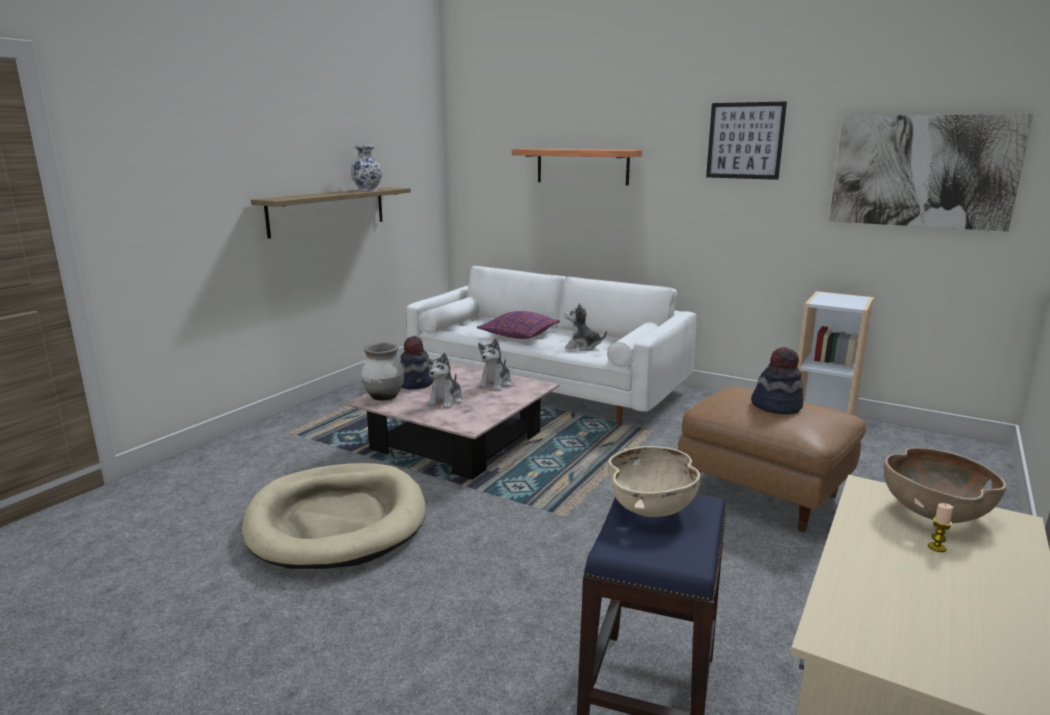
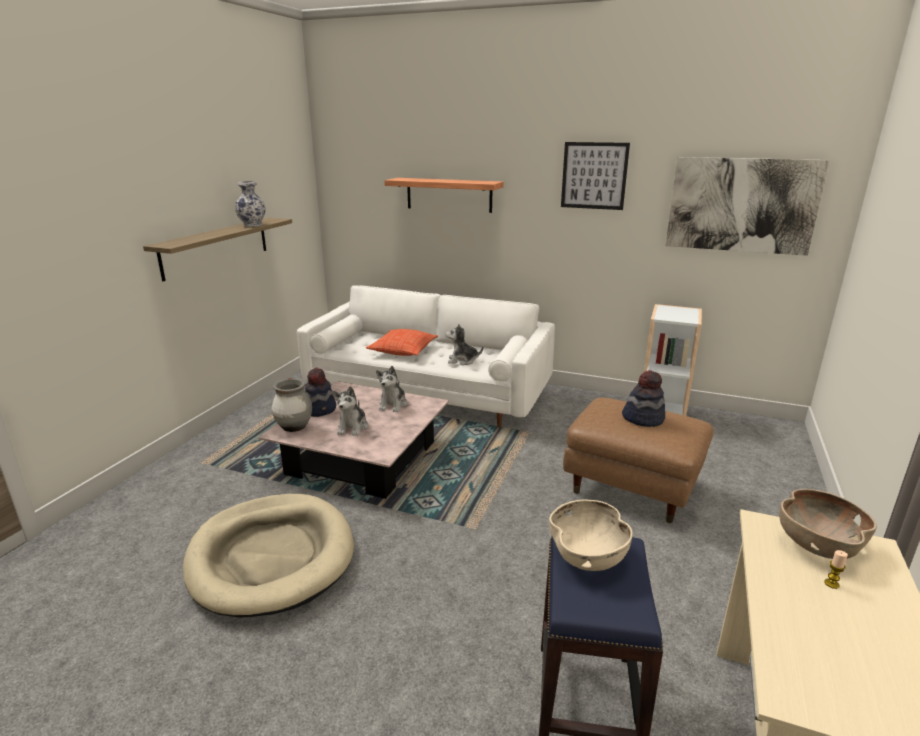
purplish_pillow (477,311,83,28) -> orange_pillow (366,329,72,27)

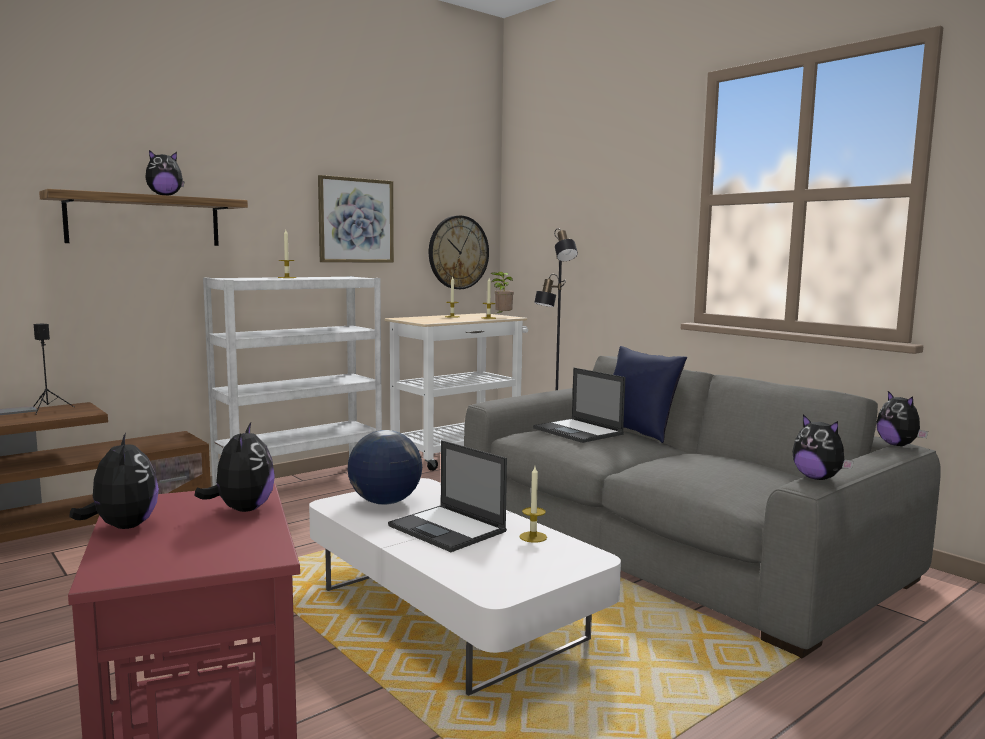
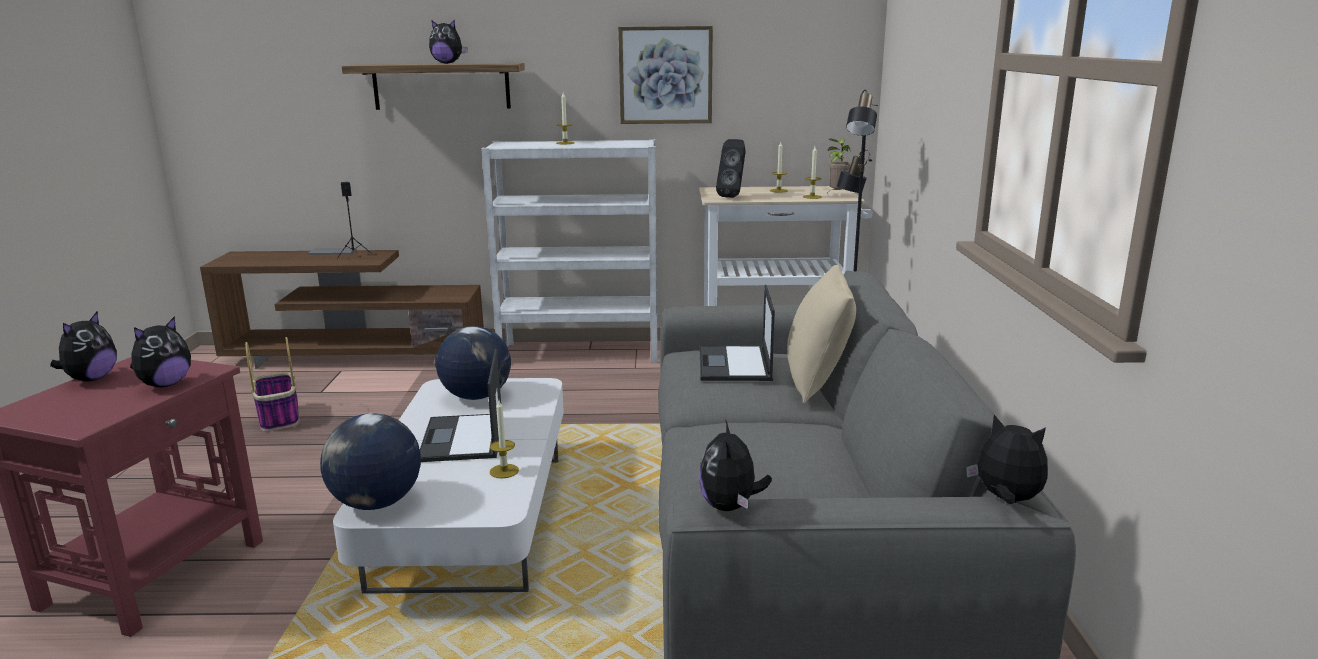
hanging_clock (429,215,60,74) -> none
none -> basket (245,337,54,95)
none -> desk_globe (320,413,101,97)
none -> black_audio_speaker (716,139,30,59)
bluish_pillow (613,346,74,97) -> beige-coloured_pillow (787,265,69,139)
soft_toy (876,391,52,55) -> soft_toy (966,415,82,89), 105 degrees clockwise

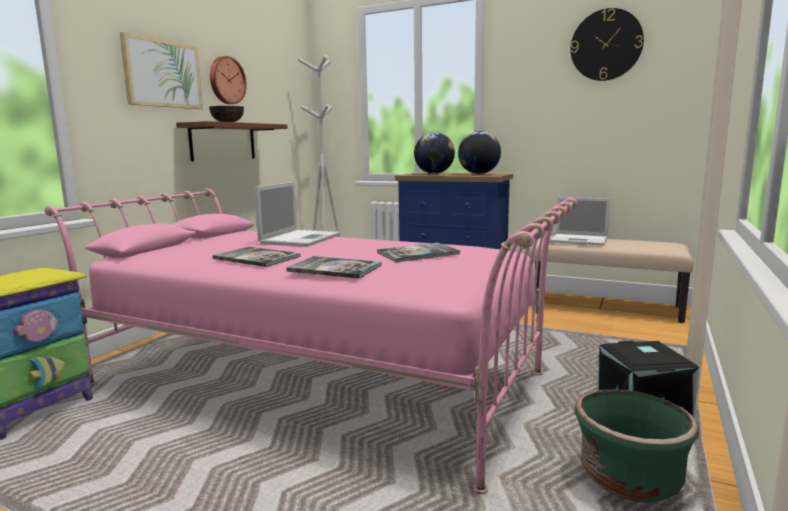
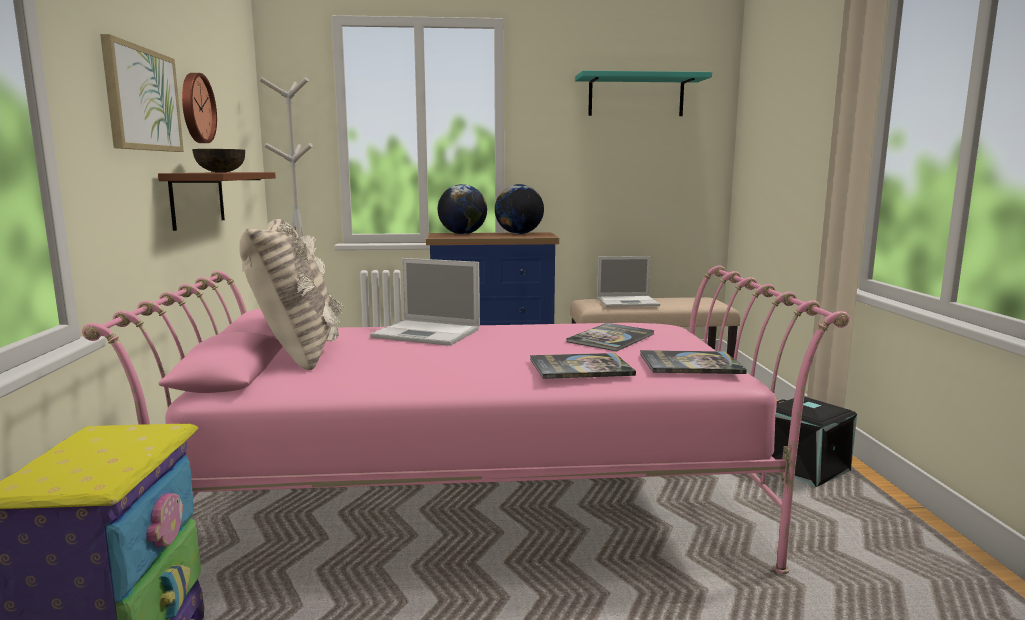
green-coloured_planter (574,389,125,114) -> none
none -> beige-coloured_pillow (239,219,106,151)
book (212,247,89,20) -> book (640,350,107,24), relocated
hanging_clock (570,8,74,73) -> turquoise_bracket_shelf (575,71,137,45)
laptop (254,182,86,65) -> laptop (370,258,110,88), 120 degrees clockwise

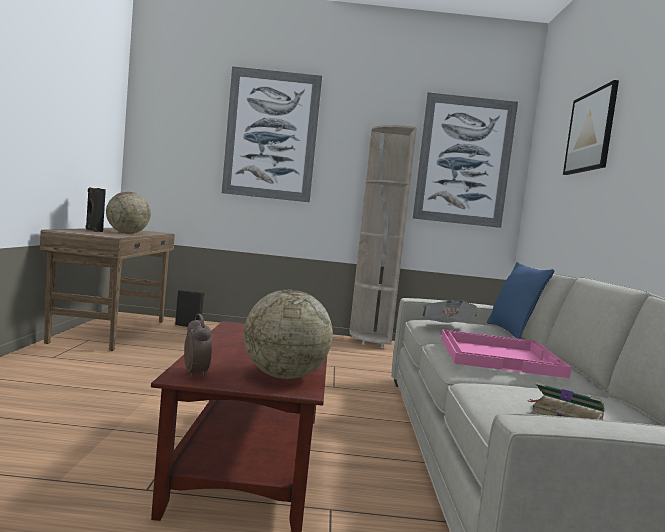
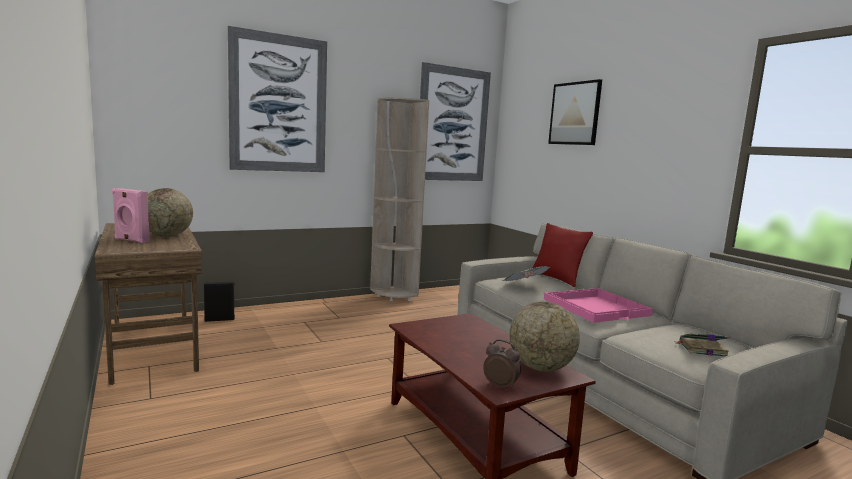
black_audio_speaker (86,188,20,44) -> pink-coloured_audio_speaker (112,188,38,55)
bluish_pillow (487,262,68,77) -> reddish_pillow (532,223,61,64)

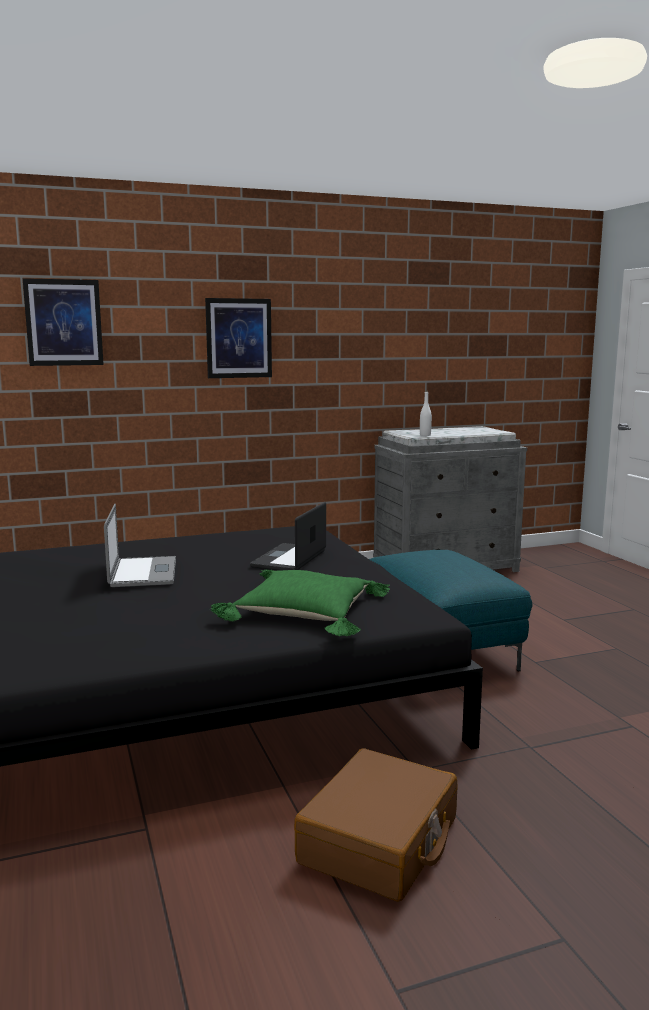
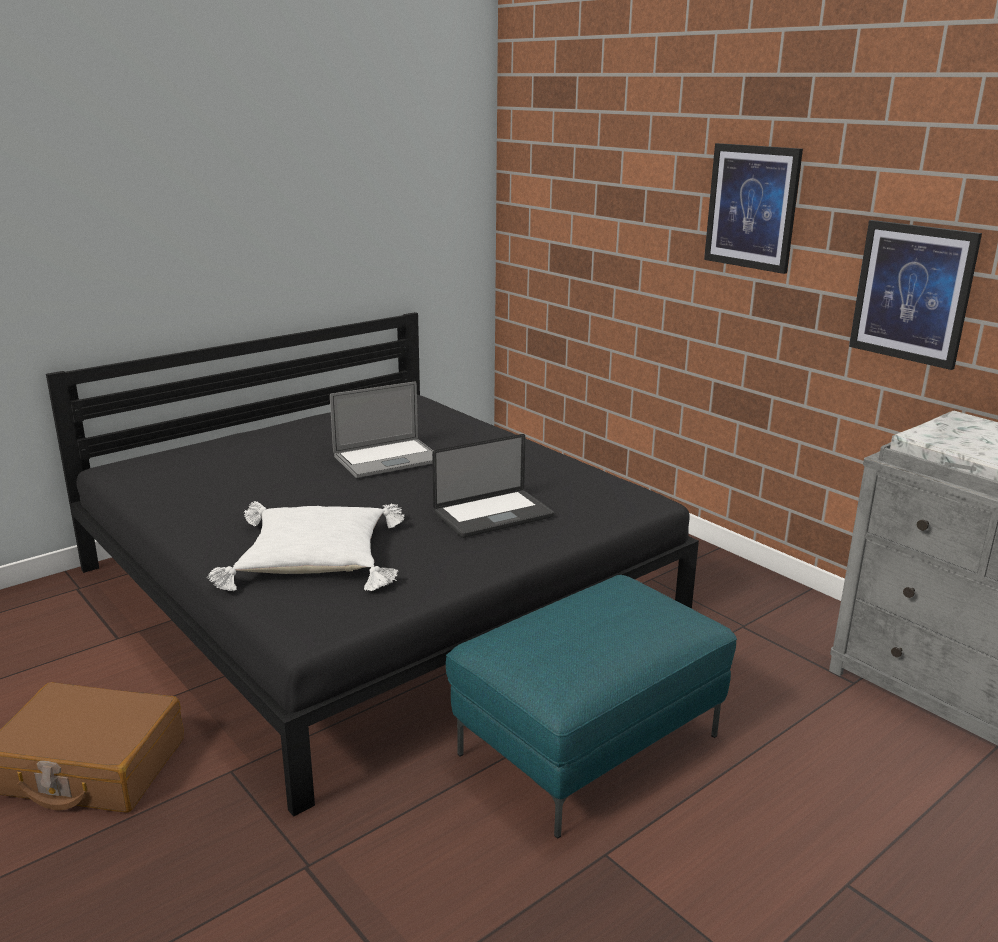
white_beverage_bottle (420,391,12,45) -> none
wall_art (23,278,81,88) -> wall_art (849,220,133,150), relocated
green-coloured_pillow (210,569,180,67) -> white_pillow (207,501,198,91)
laptop (250,502,76,68) -> laptop (432,434,122,104), 150 degrees clockwise

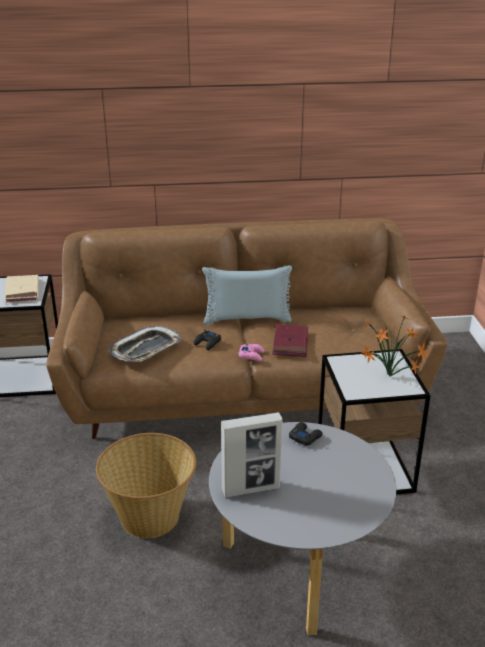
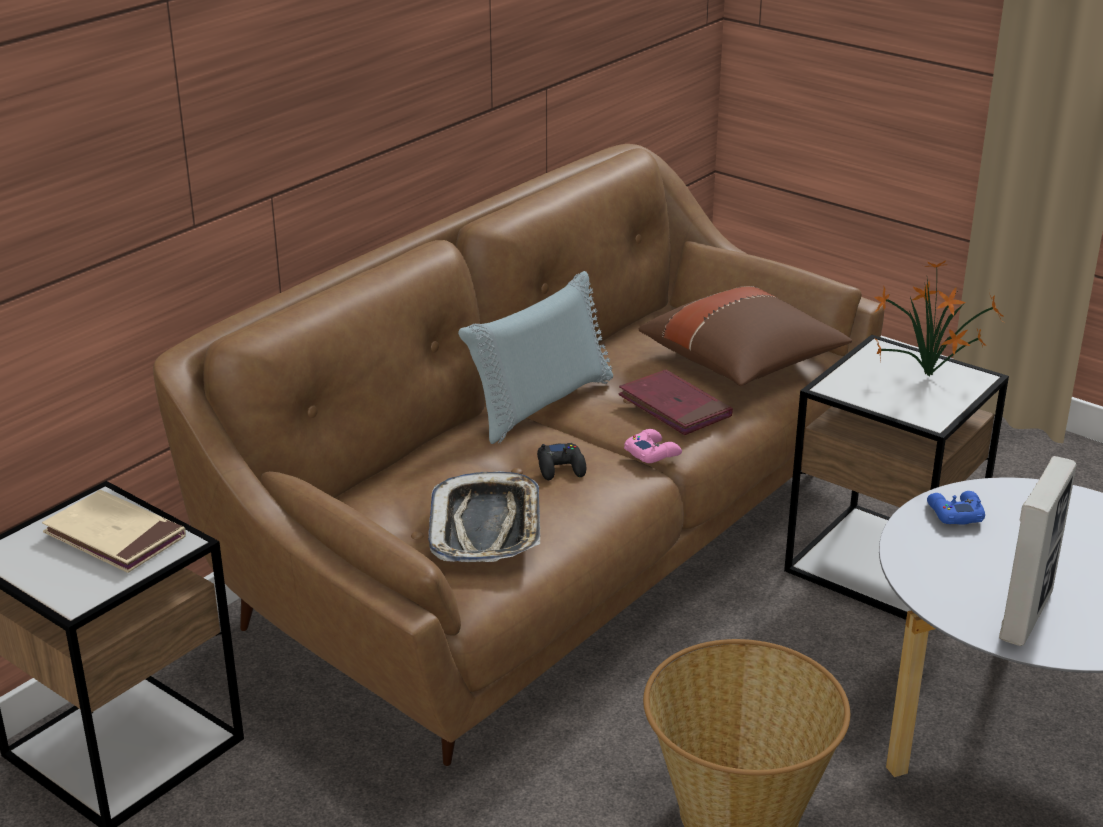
none -> brownish_pillow (639,286,213,100)
black_joypad (289,422,34,24) -> bluish_joypad (927,491,58,34)

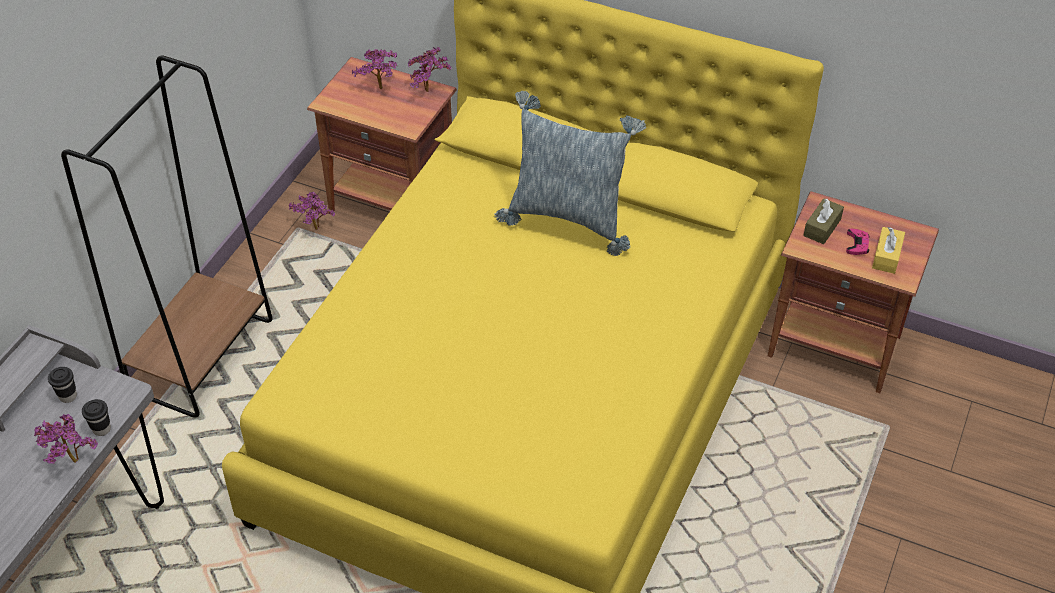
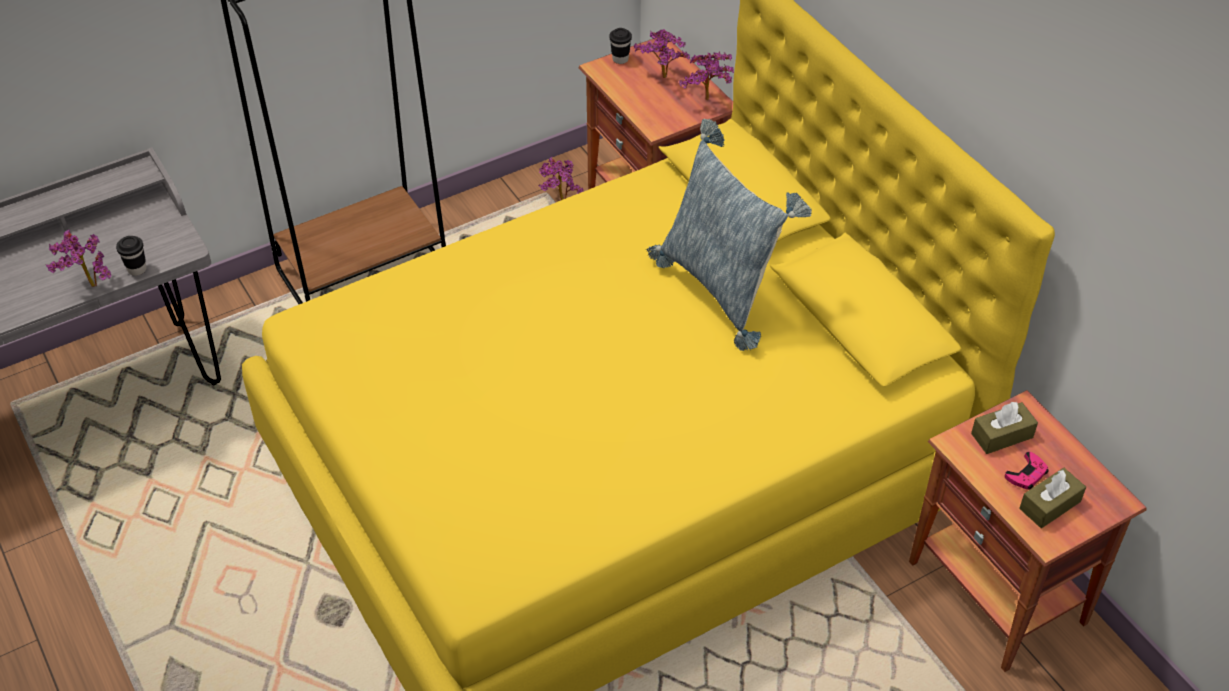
black_drinking_cup (48,367,29,36) -> black_drinking_cup (609,28,23,36), relocated
yellowish_tissue_box (872,227,33,47) -> brownish_tissue_box (1019,468,67,60)

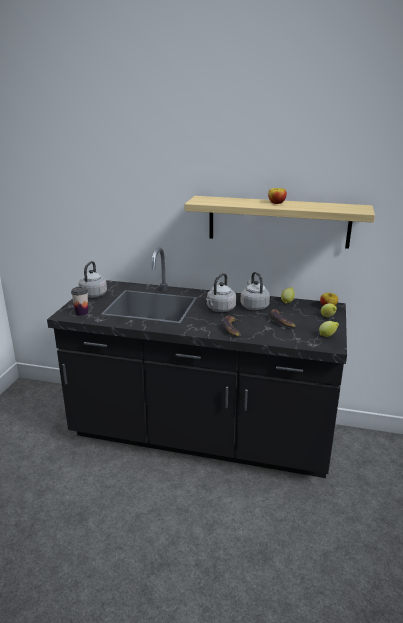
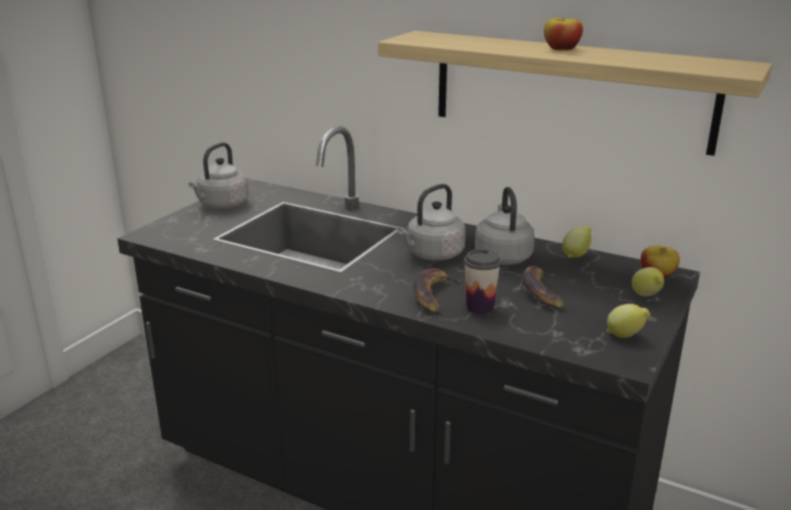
drinking_cup (71,287,17,29) -> drinking_cup (464,249,37,65), relocated

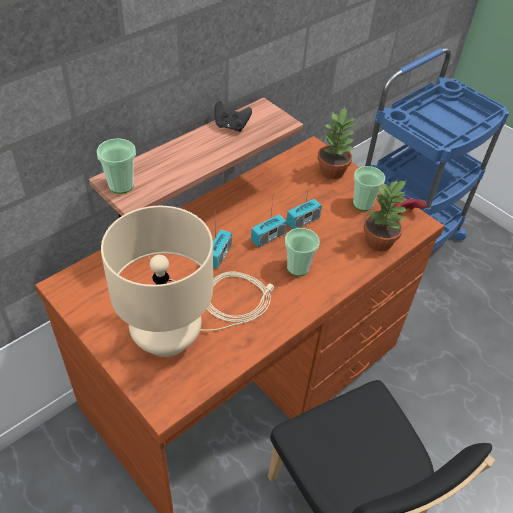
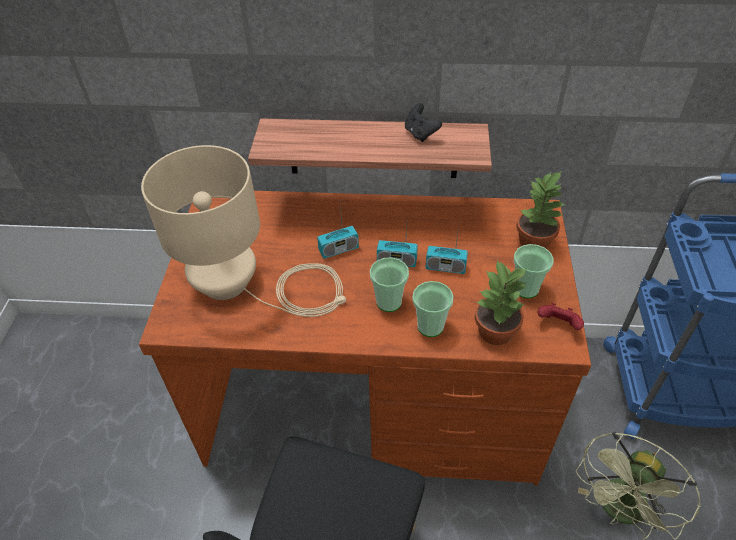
none -> green-coloured_cooling_fan (576,432,125,108)
drinking_cup (97,138,39,56) -> drinking_cup (413,281,40,56), relocated

